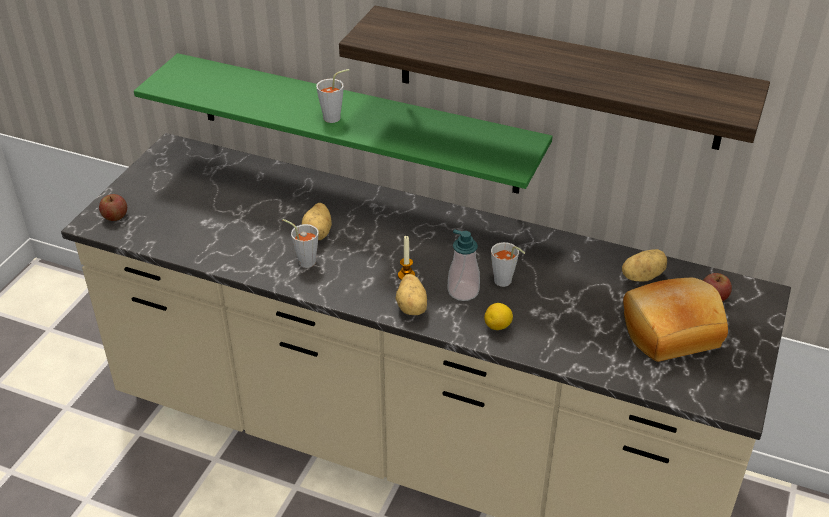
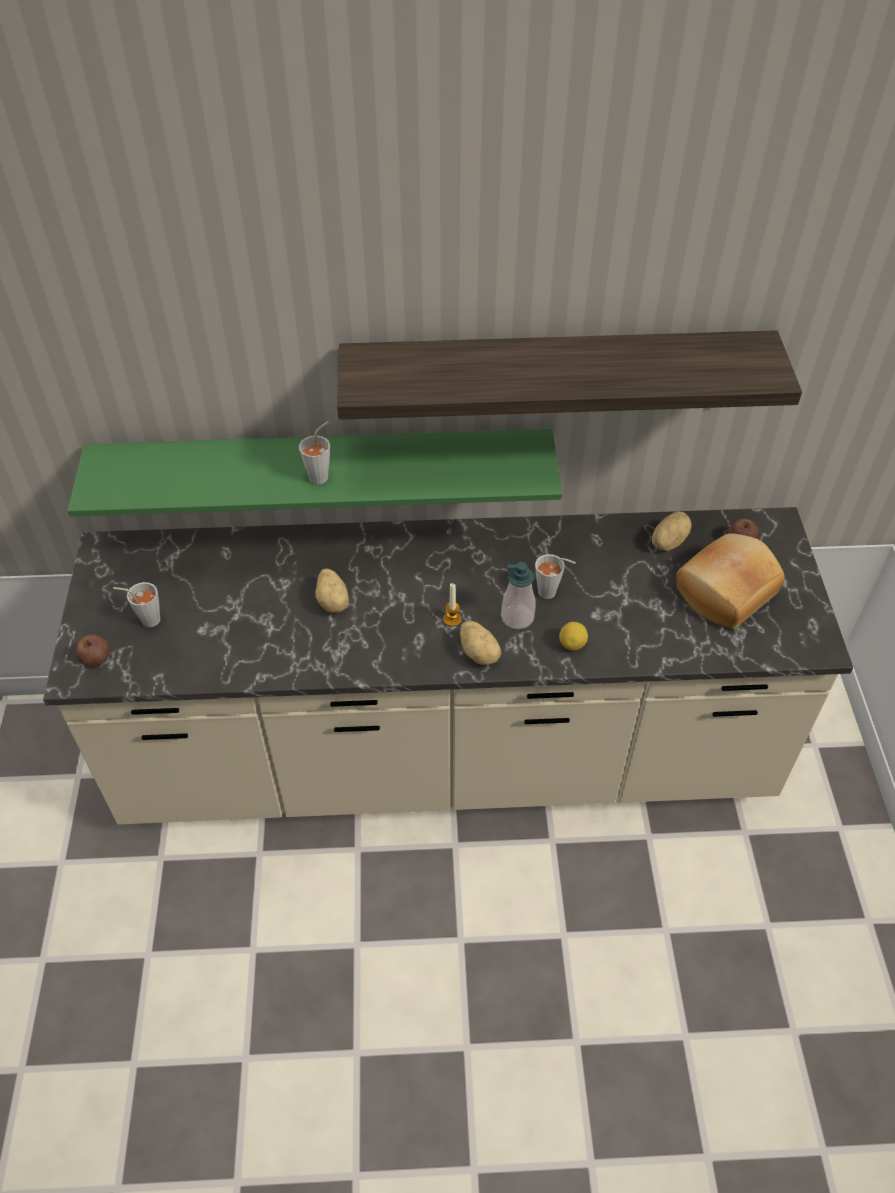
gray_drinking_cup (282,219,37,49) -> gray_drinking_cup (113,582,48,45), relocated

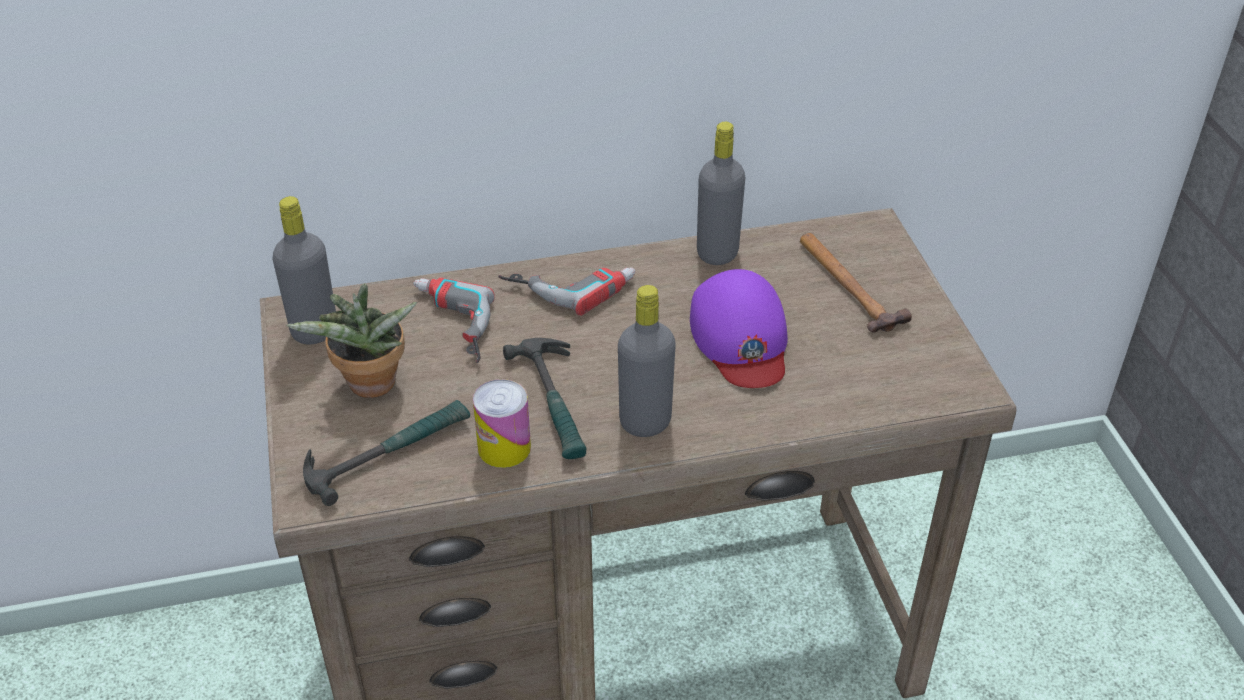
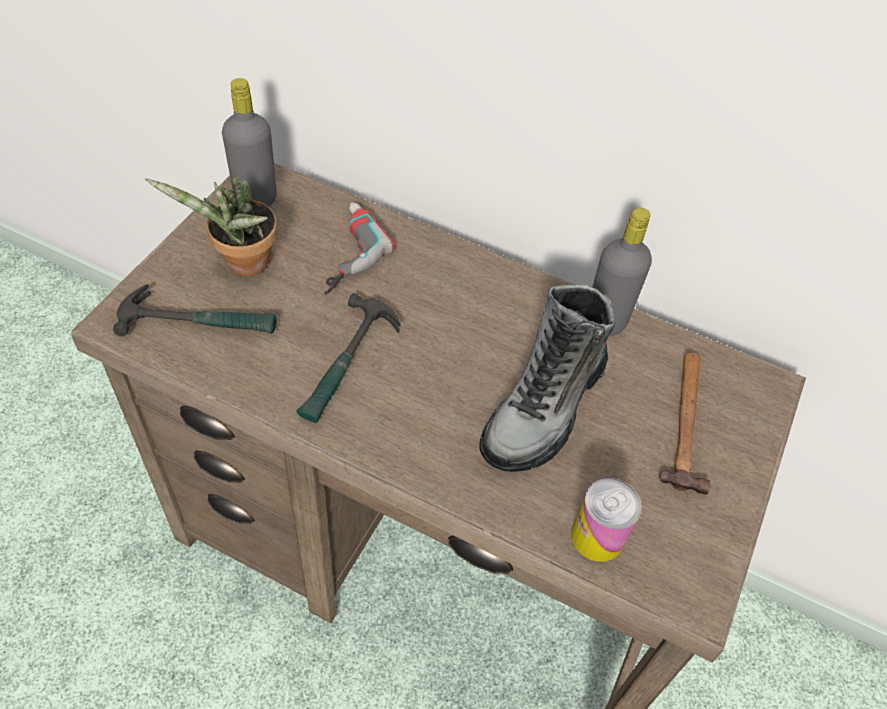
electric_drill (498,268,137,47) -> none
gray_beverage_bottle (618,285,58,152) -> none
metal_can (473,379,58,89) -> metal_can (571,478,71,84), relocated
purplish_cap (690,269,98,119) -> tall_boot (479,284,136,188)

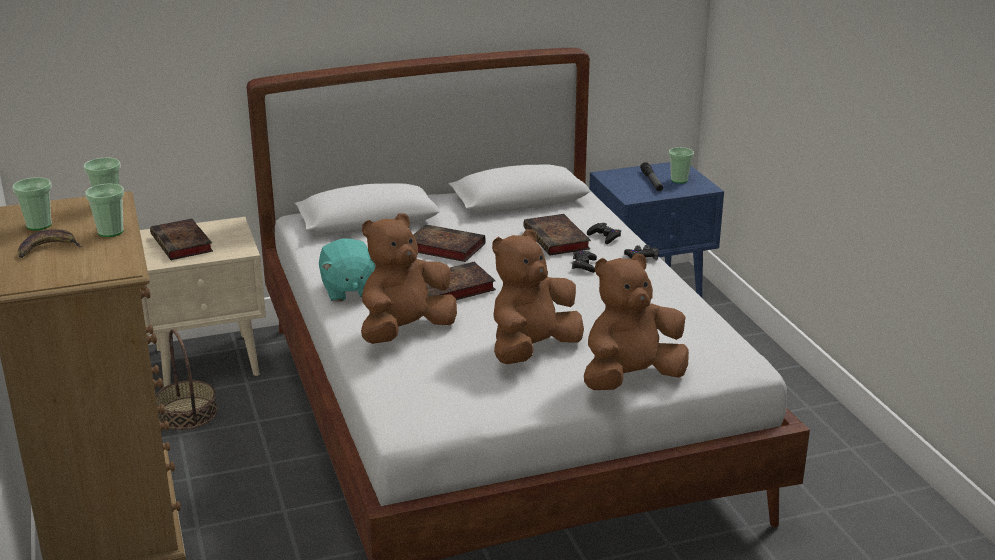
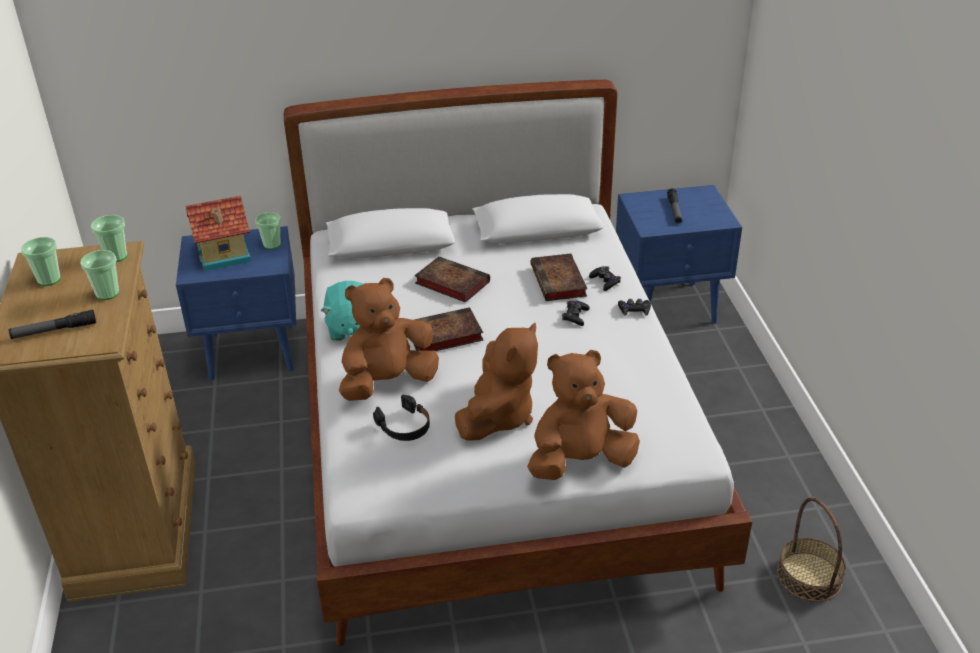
banana (18,229,64,29) -> none
none -> torch (9,309,87,30)
none -> black_pair_of_headphones (373,394,57,47)
basket (156,329,62,101) -> basket (777,497,69,105), relocated
drinking_cup (669,147,25,36) -> drinking_cup (255,212,26,37), relocated
book (150,219,63,41) -> model_house (186,196,65,75)
beige-coloured_bedside_table (140,217,126,170) -> bluish_bedside_table (176,226,120,155)
brownish_soft_toy (492,229,92,135) -> brownish_soft_toy (455,323,83,118), 150 degrees clockwise

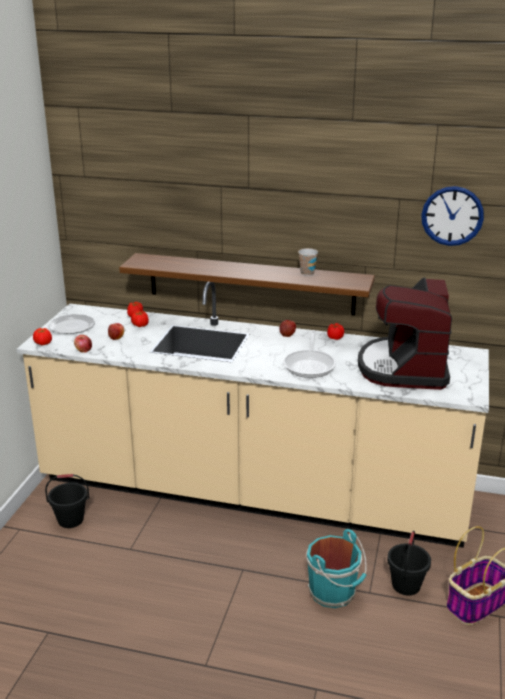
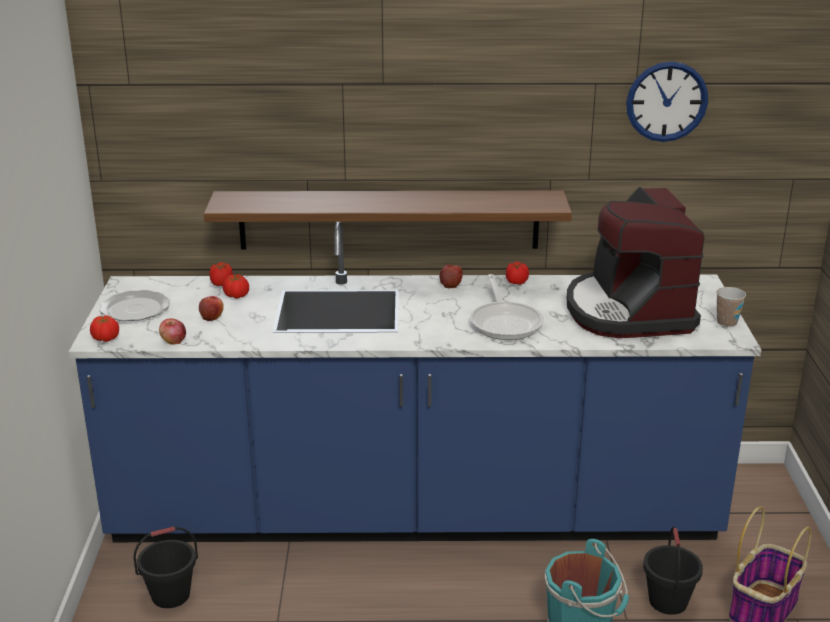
drinking_cup (298,248,20,28) -> drinking_cup (716,287,30,40), relocated
beige-coloured_kitchen_counter (17,282,472,266) -> bluish_kitchen_counter (69,222,692,320)

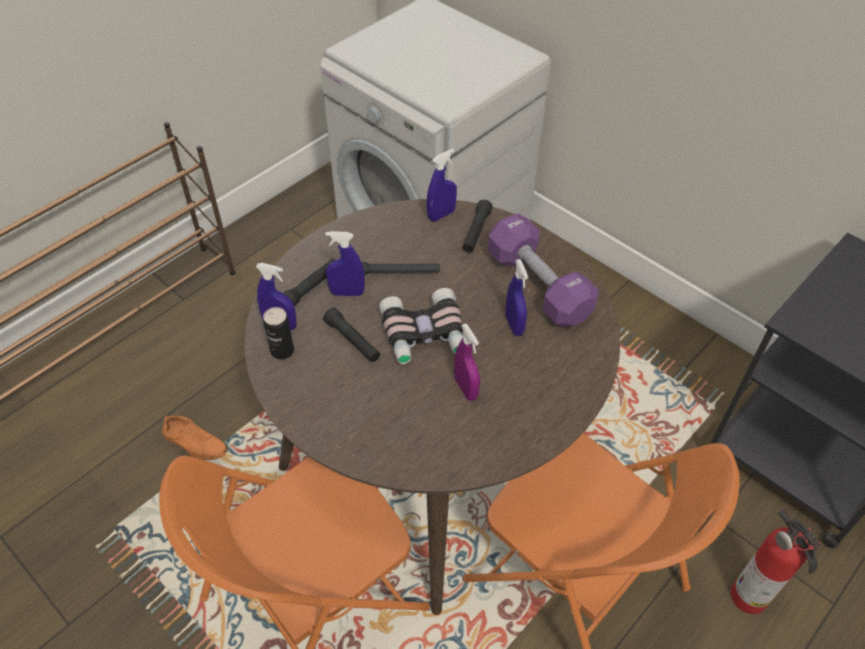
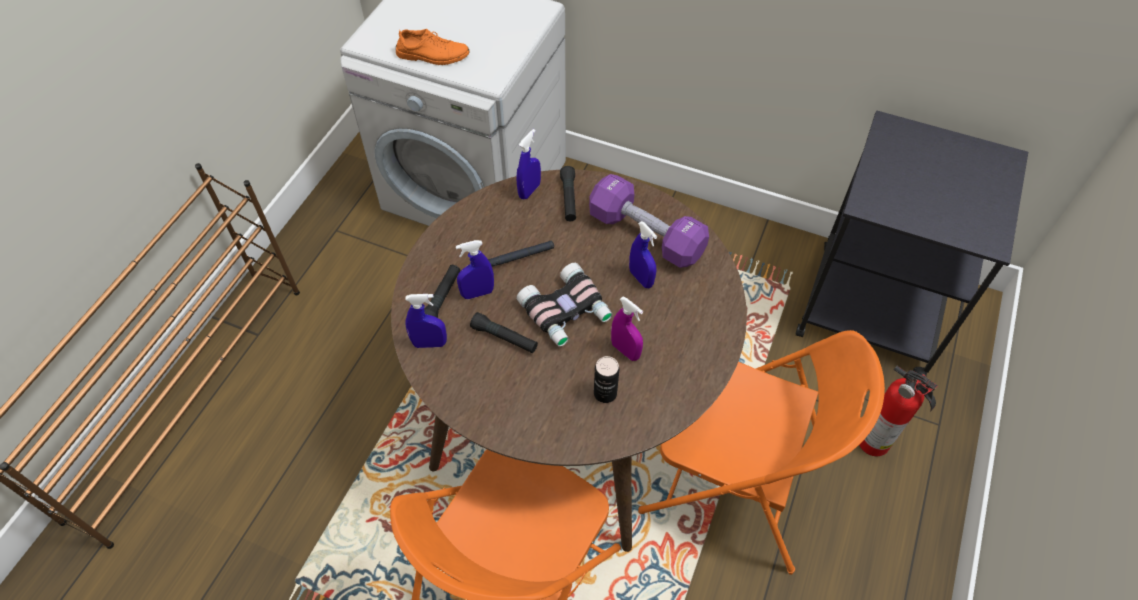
orange_item_of_footwear (162,416,66,44) -> orange_item_of_footwear (396,29,74,36), relocated
metal_can (263,307,31,52) -> metal_can (594,356,25,47), relocated

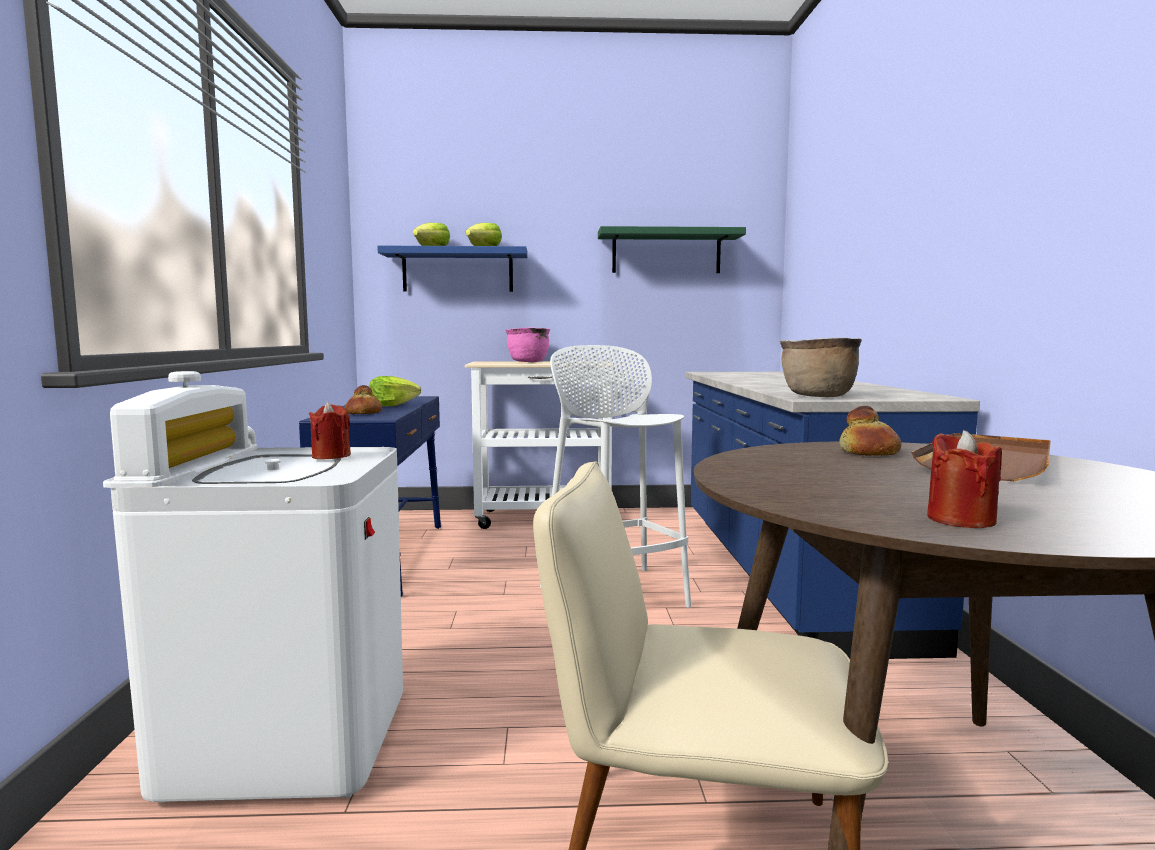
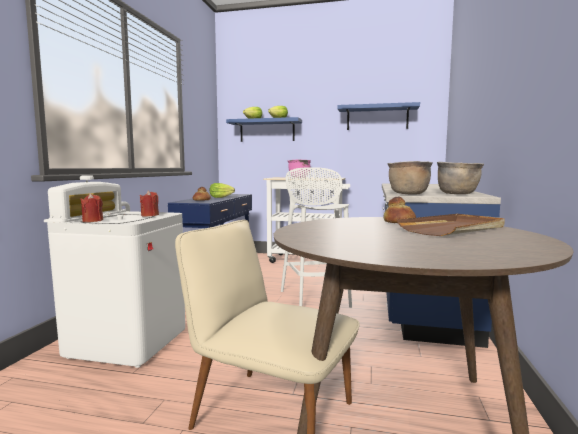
none -> brownish_stockpot (437,162,47,32)
reddish_wax_candle (927,430,75,98) -> reddish_wax_candle (80,193,23,29), relocated
green-coloured_bracket_shelf (598,226,148,47) -> bluish_bracket_shelf (337,102,83,28)

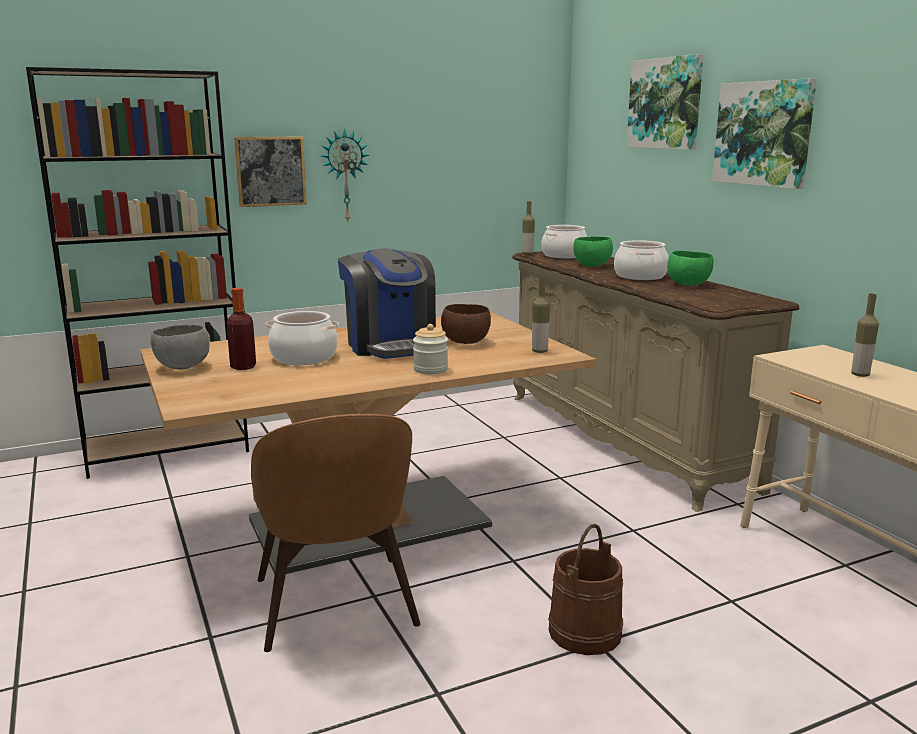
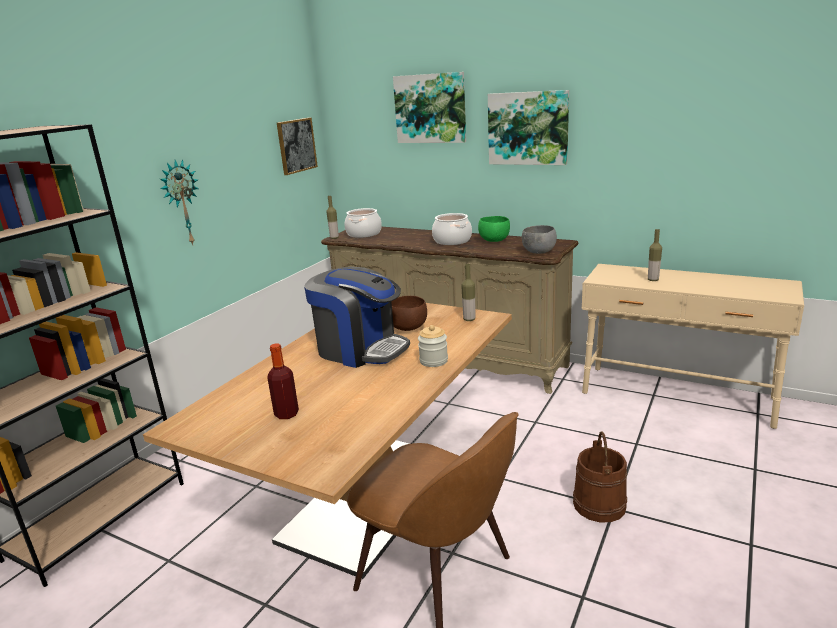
stockpot (265,311,74,54) -> none
green-coloured_bowl (573,236,40,31) -> none
gray_bowl (151,324,58,46) -> gray_bowl (522,225,35,29), relocated
wall_art (234,137,73,70) -> wall_art (277,118,41,57), relocated

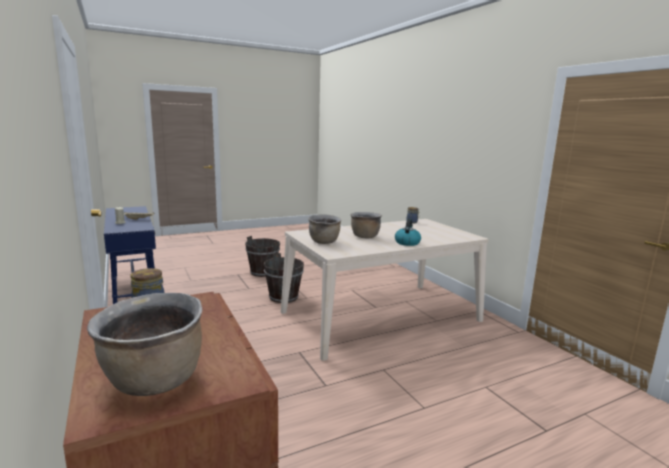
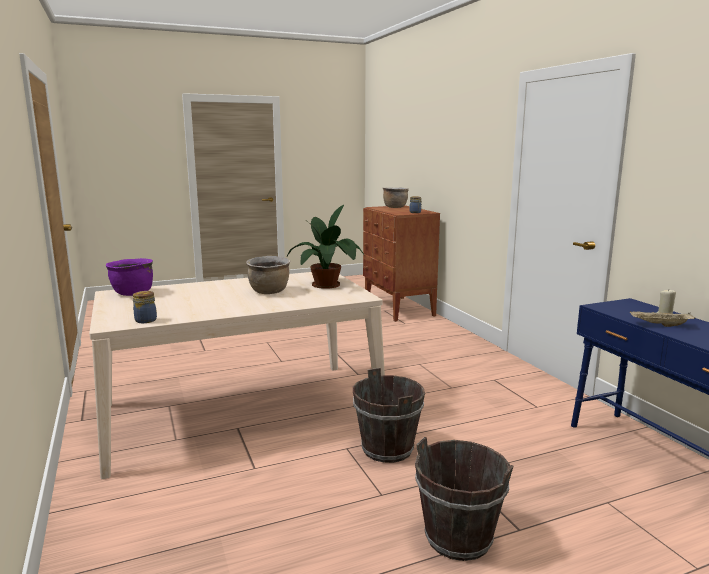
kettle (395,218,26,28) -> none
none -> purplish_stockpot (106,258,47,38)
brownish_stockpot (308,214,34,30) -> plant_in_a_pot (287,205,78,84)

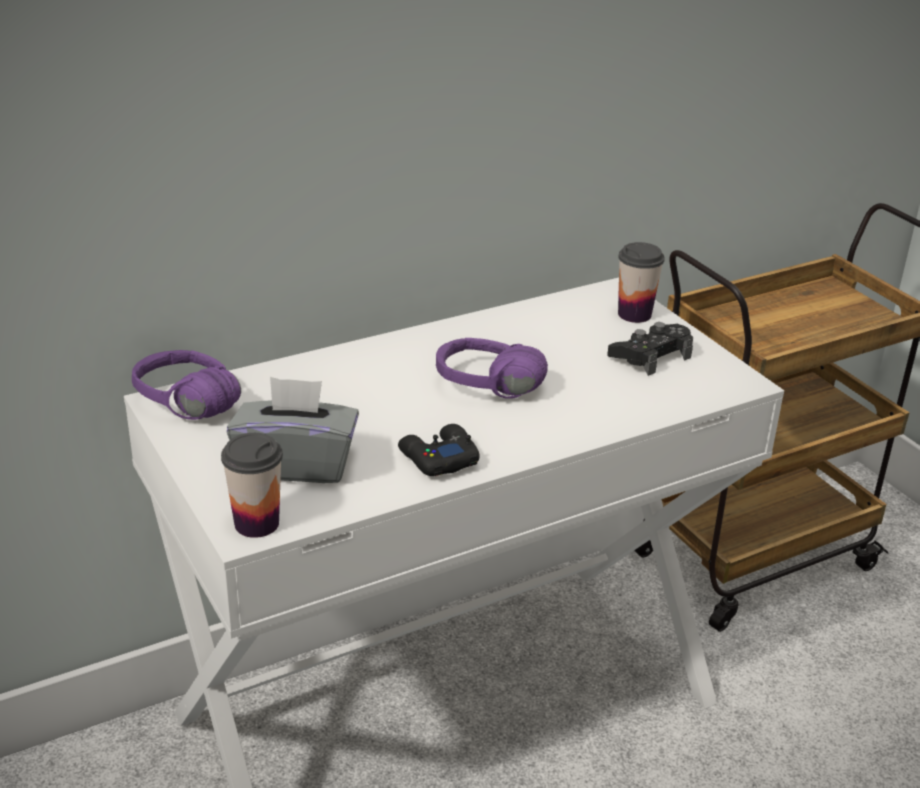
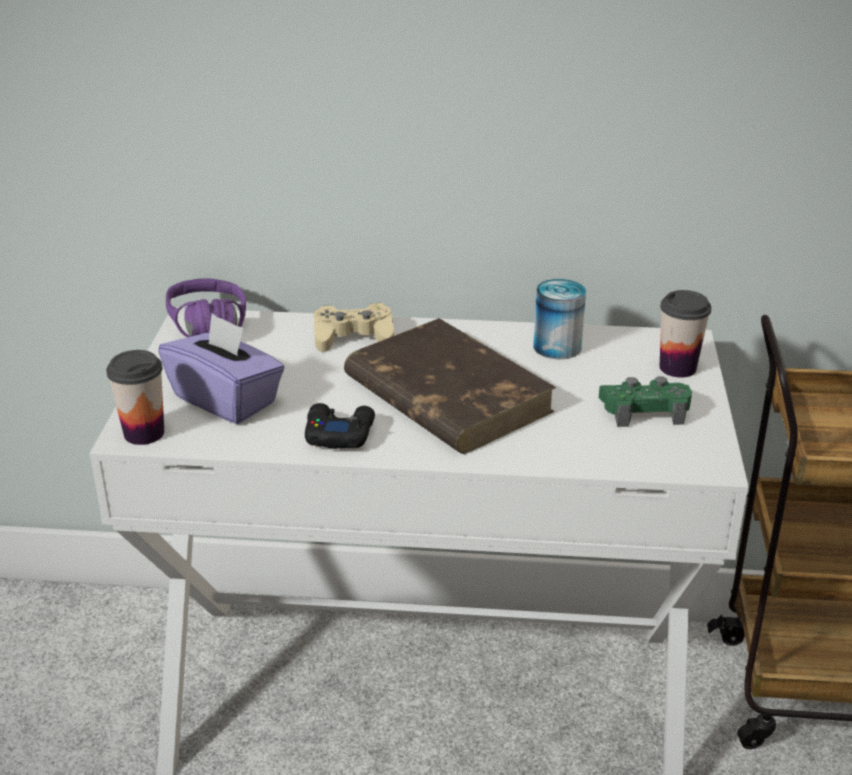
none -> beige-coloured_joypad (314,303,80,49)
none -> metal_can (533,279,53,80)
purplish_pair_of_headphones (436,338,112,61) -> brownish_book (344,318,212,136)
gray_tissue_box (227,377,132,106) -> purplish_tissue_box (158,313,127,111)
black_joypad (607,322,86,54) -> green-coloured_joypad (599,376,93,51)

